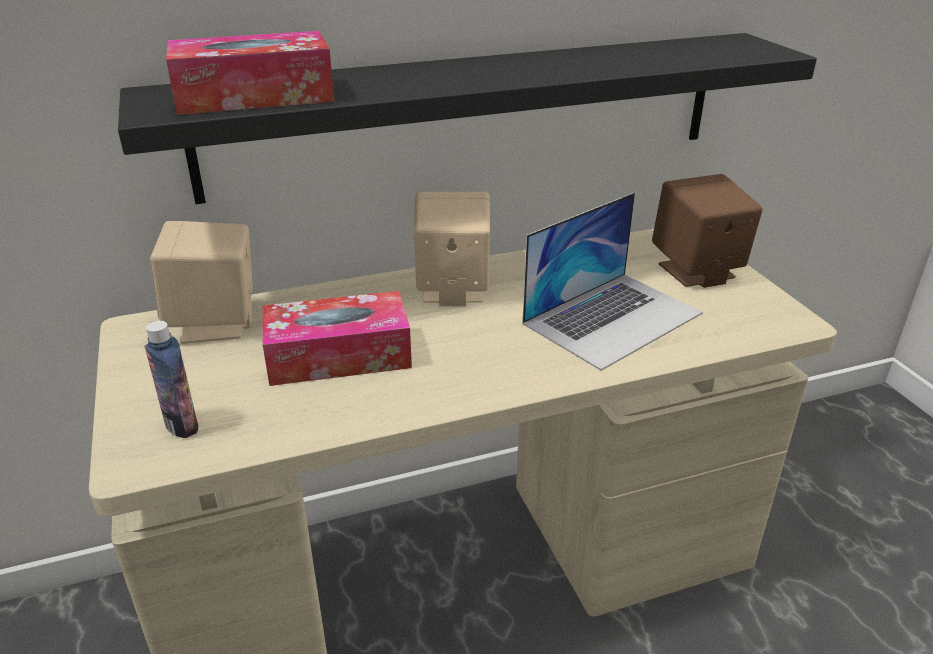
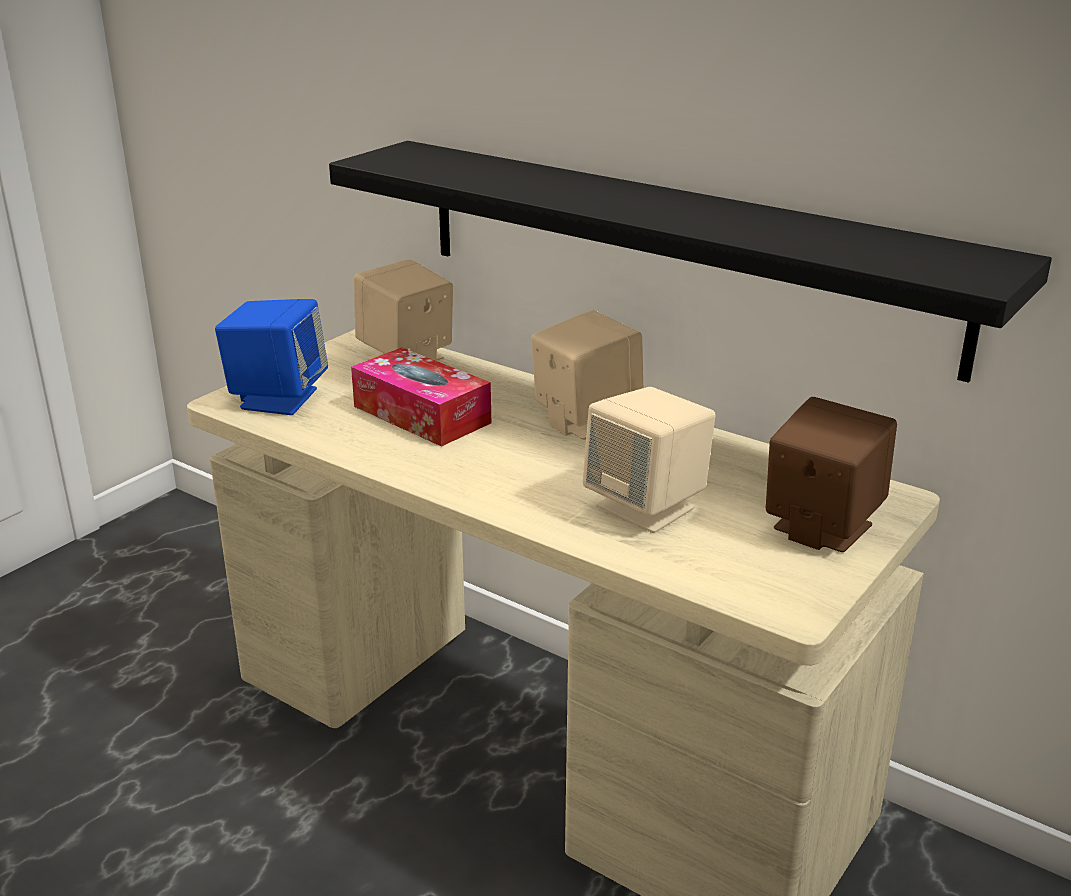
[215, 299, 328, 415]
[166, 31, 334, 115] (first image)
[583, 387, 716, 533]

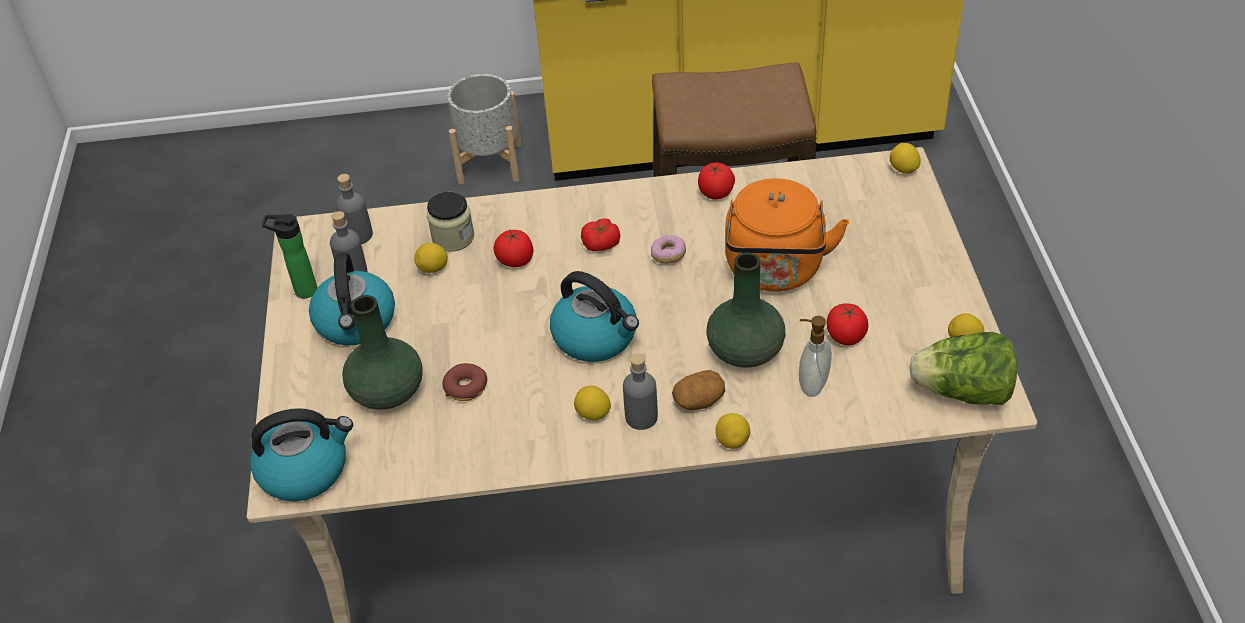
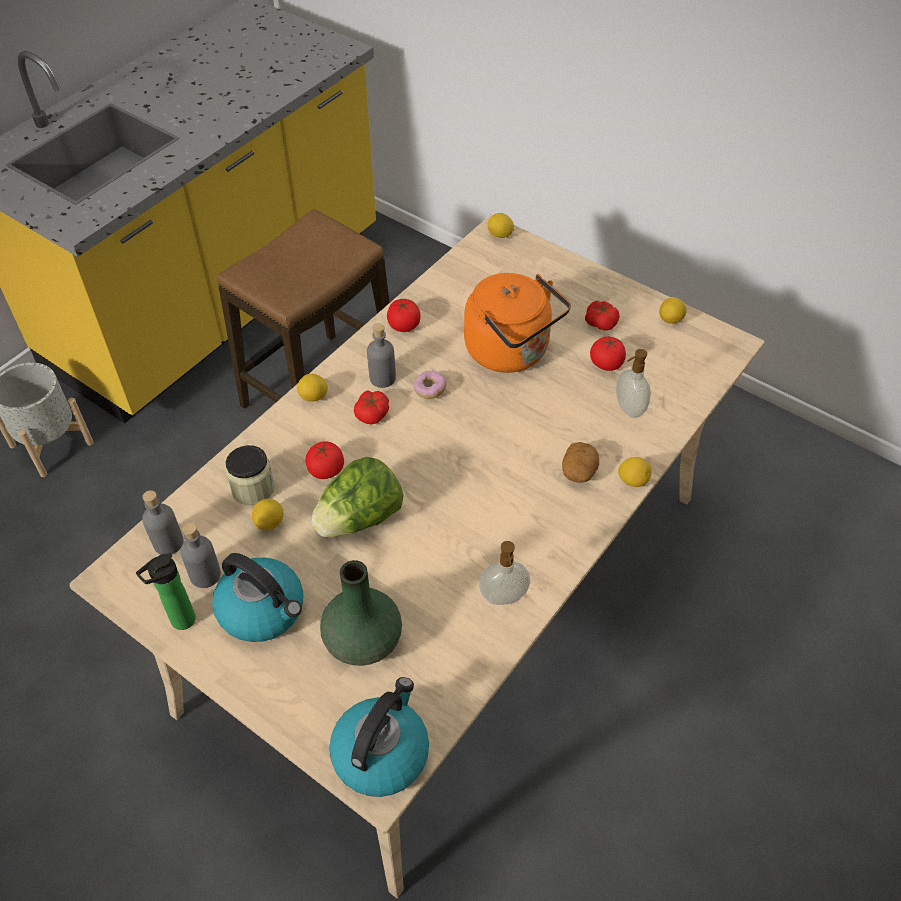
[442, 363, 487, 401] (first image)
[550, 271, 639, 362] (first image)
[297, 374, 328, 401]
[367, 323, 396, 388]
[706, 253, 785, 368] (first image)
[311, 457, 403, 537]
[479, 541, 530, 605]
[585, 300, 619, 331]

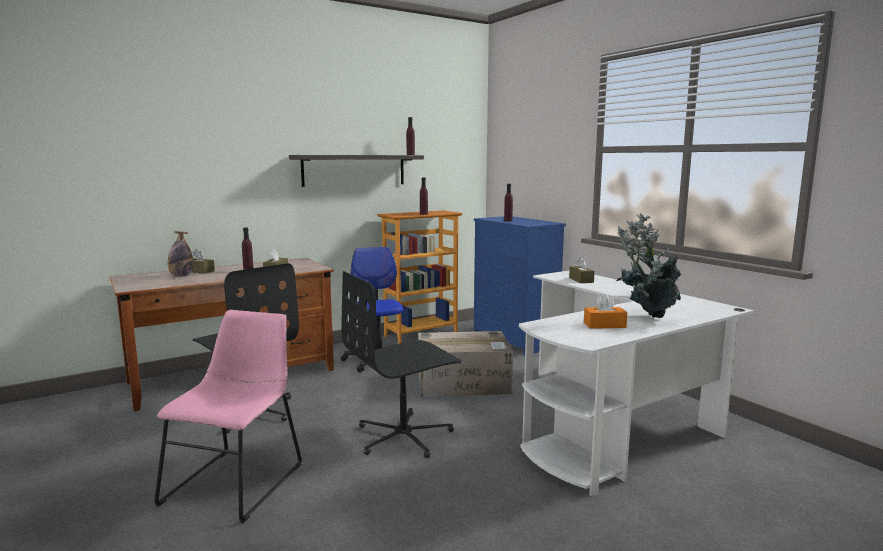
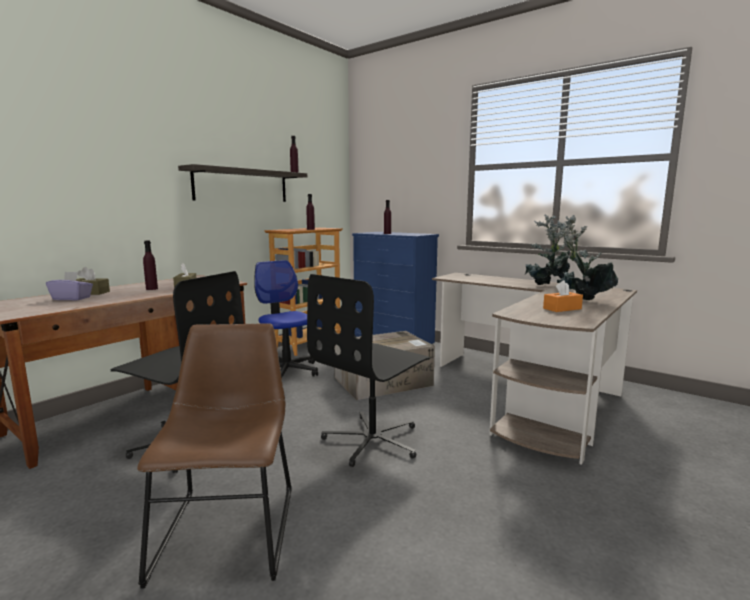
[137, 323, 291, 589]
[46, 272, 93, 301]
[432, 273, 637, 465]
[569, 257, 595, 283] (first image)

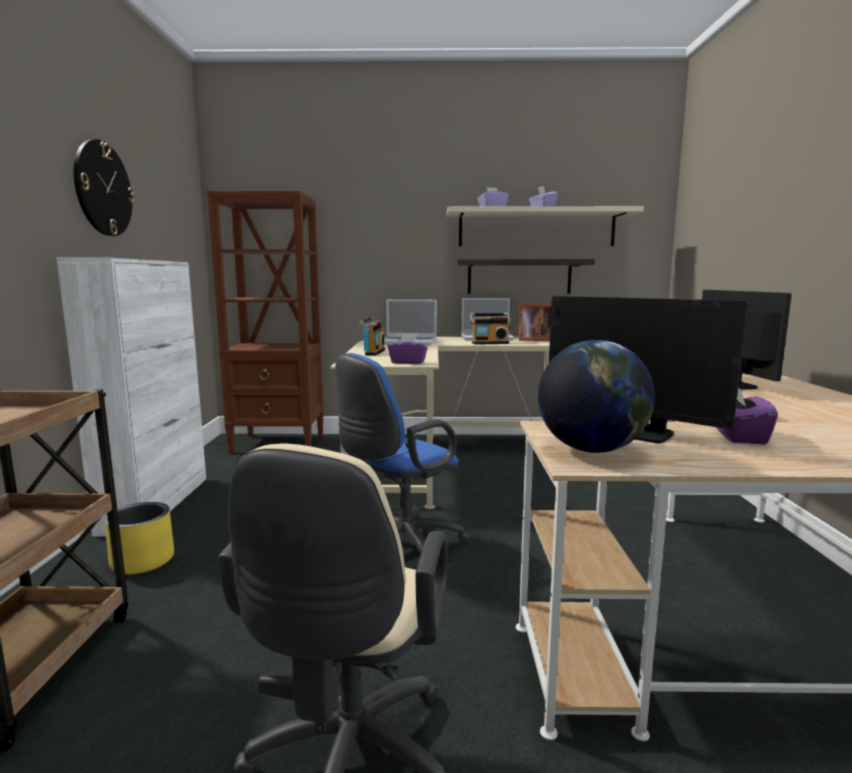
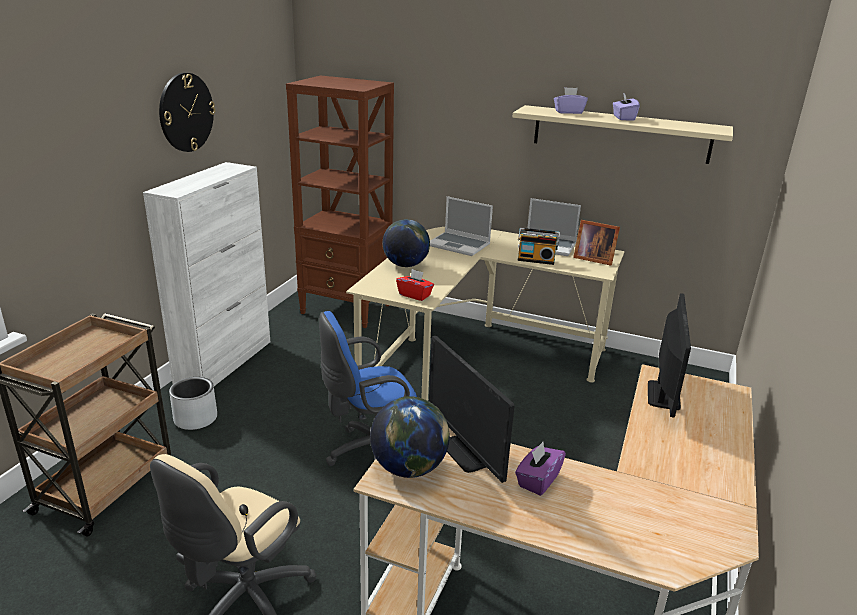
[169, 377, 217, 430]
[383, 219, 430, 267]
[396, 269, 434, 301]
[456, 259, 595, 294] (first image)

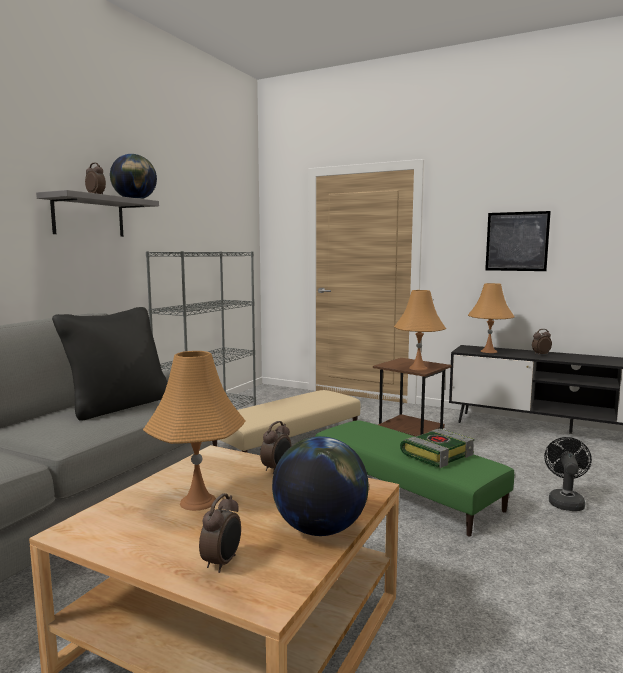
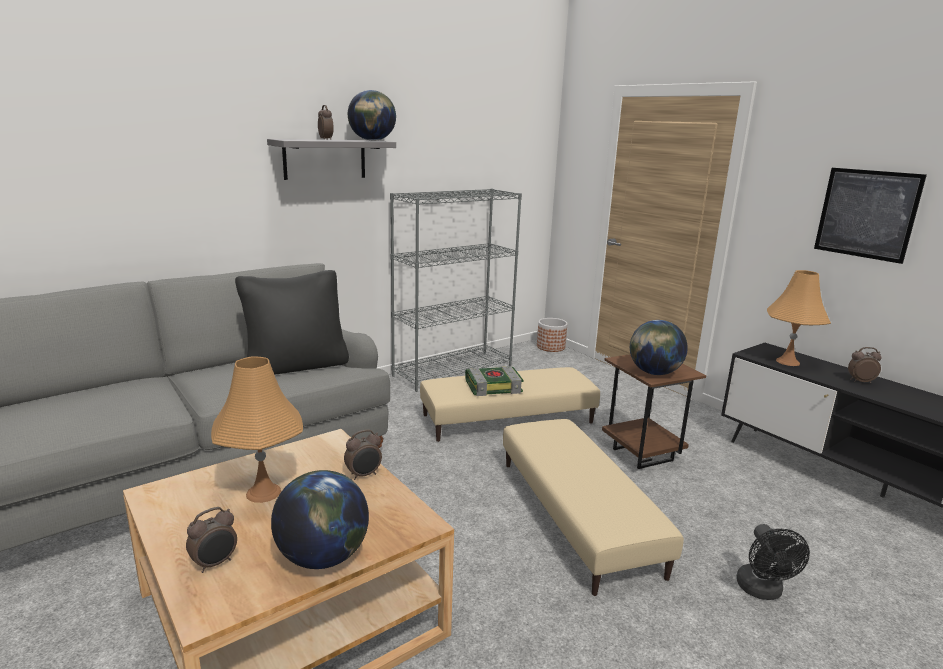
[503, 419, 684, 596]
[630, 320, 688, 375]
[465, 366, 524, 396]
[736, 524, 810, 600]
[537, 318, 568, 352]

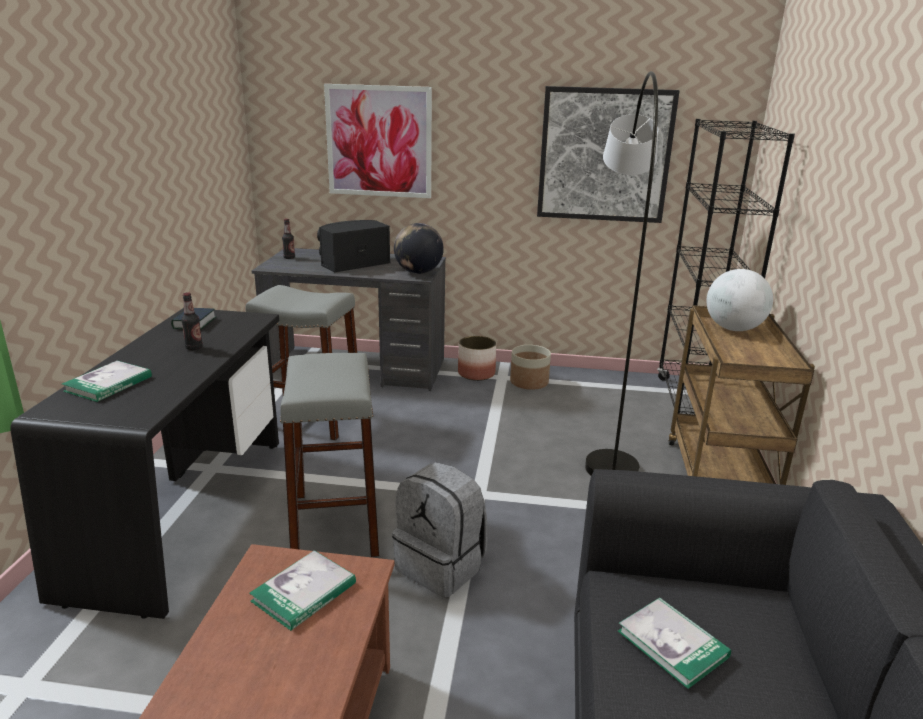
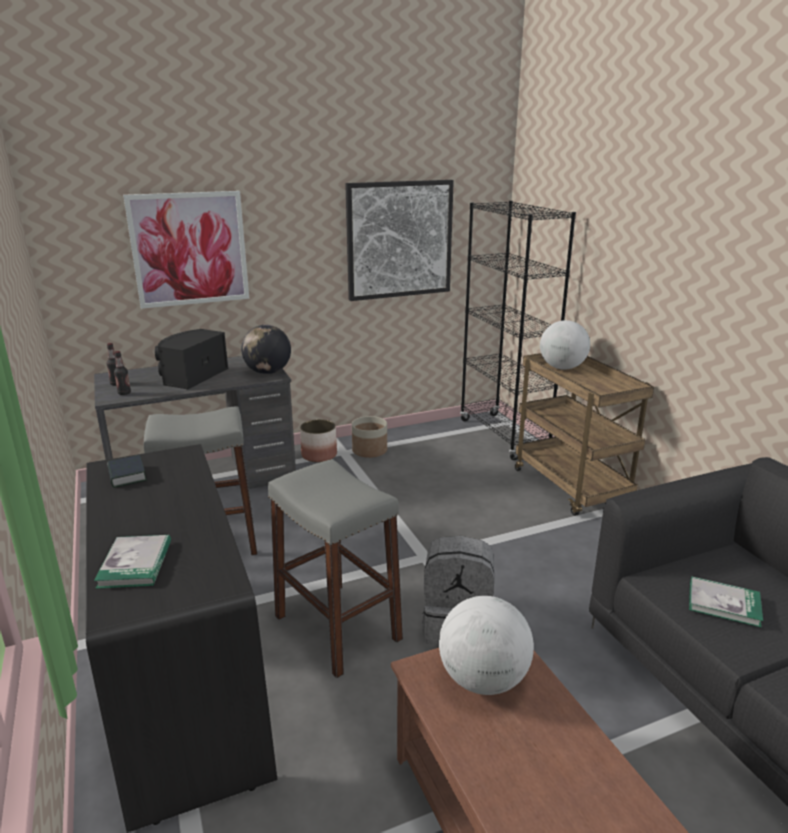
[114, 351, 131, 395]
[439, 596, 534, 695]
[585, 71, 658, 475] (first image)

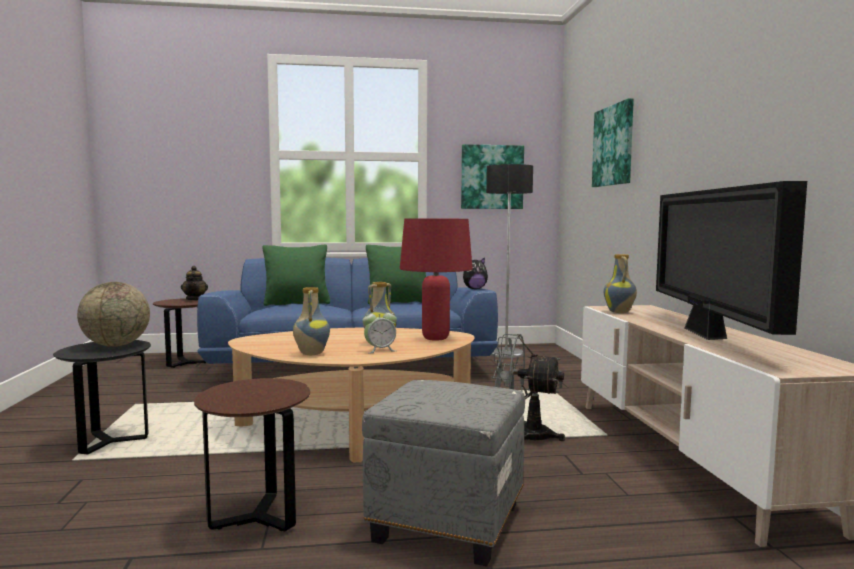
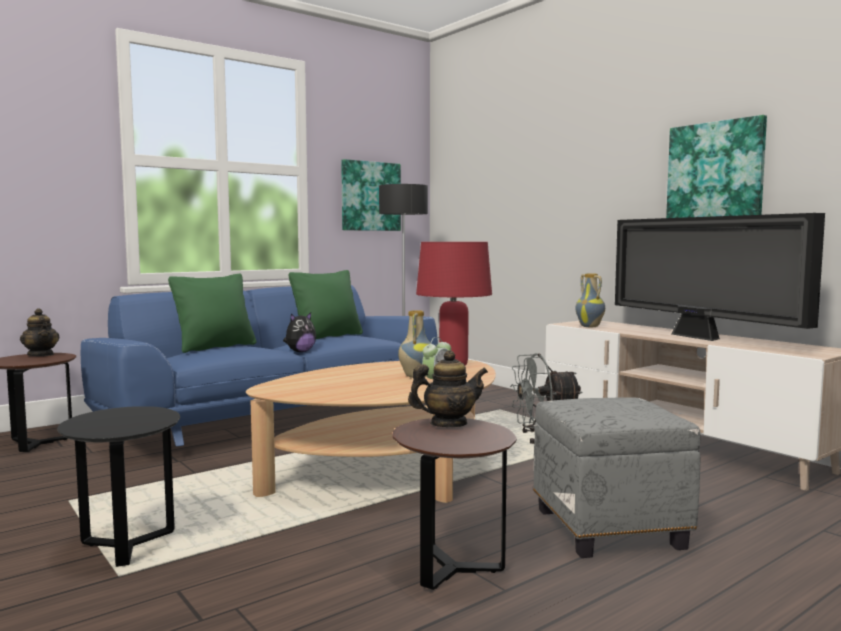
[77, 282, 150, 347] (first image)
[293, 287, 330, 355] (first image)
[283, 312, 316, 352]
[666, 115, 767, 218]
[408, 350, 488, 427]

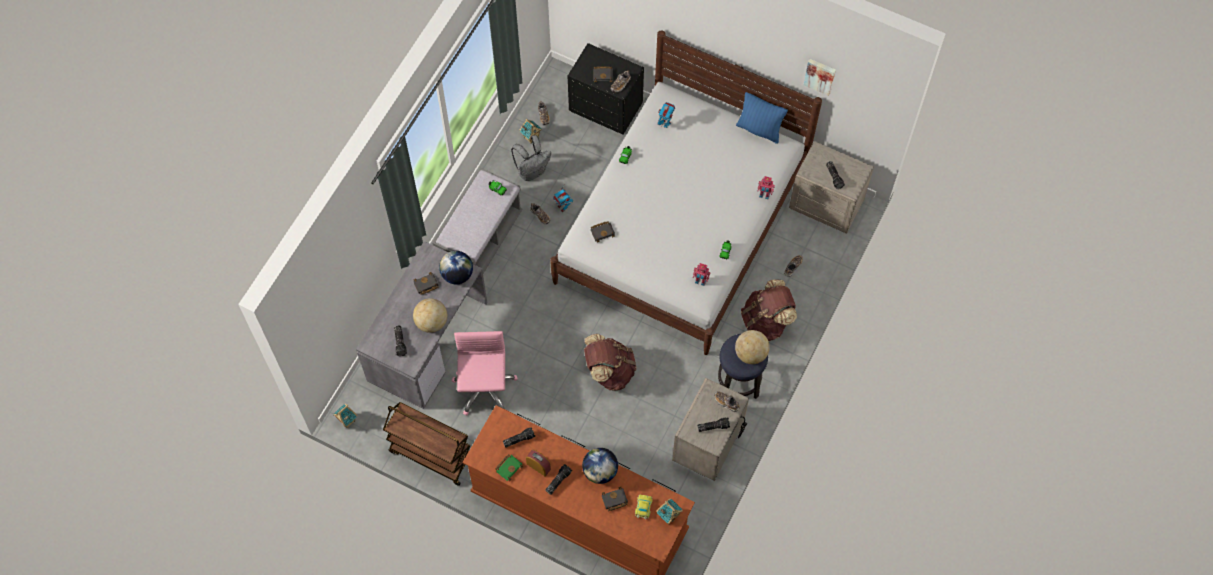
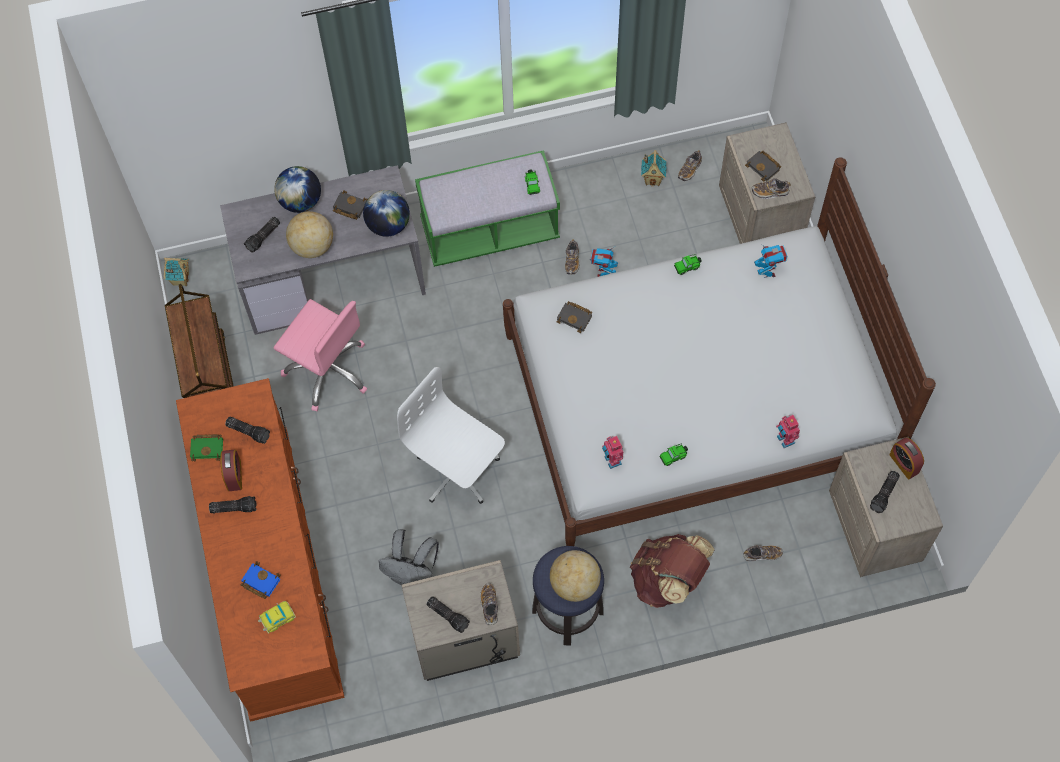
[415, 150, 560, 267]
[273, 299, 367, 411]
[379, 529, 439, 585]
[719, 122, 815, 244]
[274, 166, 321, 213]
[397, 367, 505, 504]
[241, 561, 281, 599]
[656, 499, 683, 524] (first image)
[736, 92, 788, 144] (first image)
[803, 59, 836, 96] (first image)
[889, 437, 924, 479]

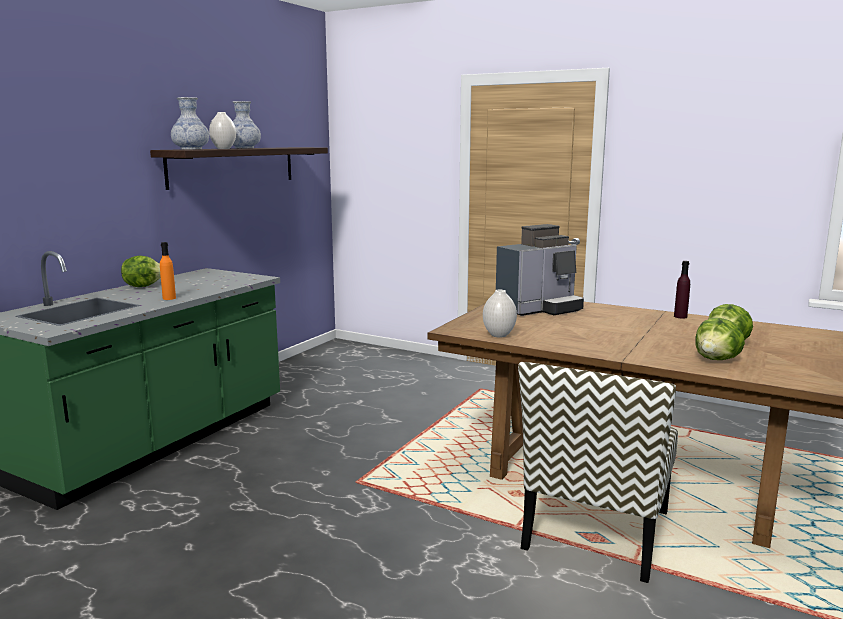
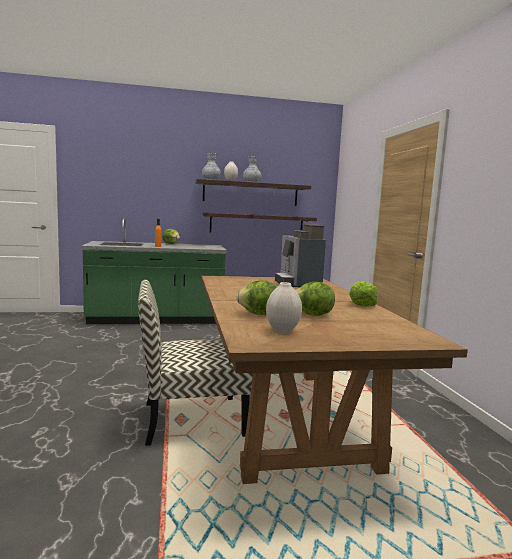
[266, 282, 302, 333]
[275, 224, 326, 287]
[349, 282, 378, 306]
[203, 212, 317, 233]

